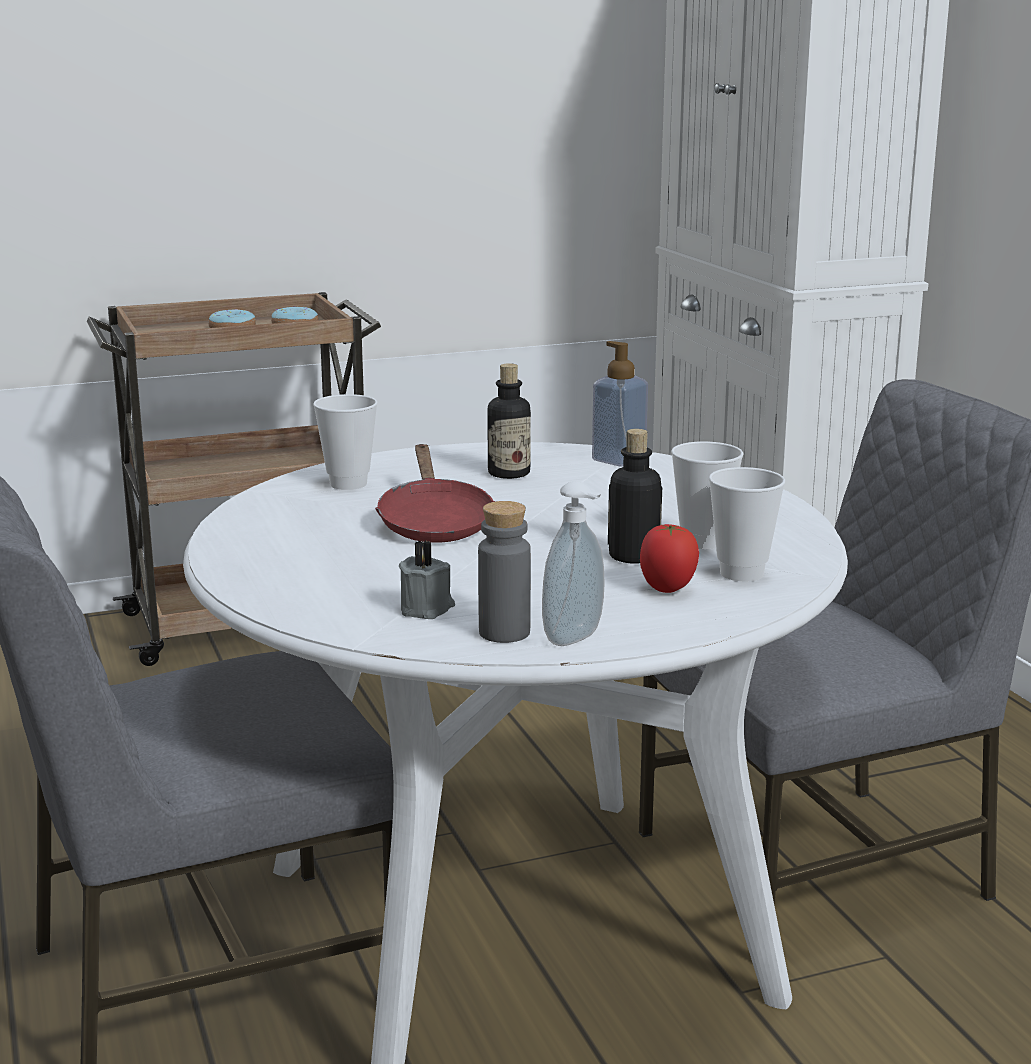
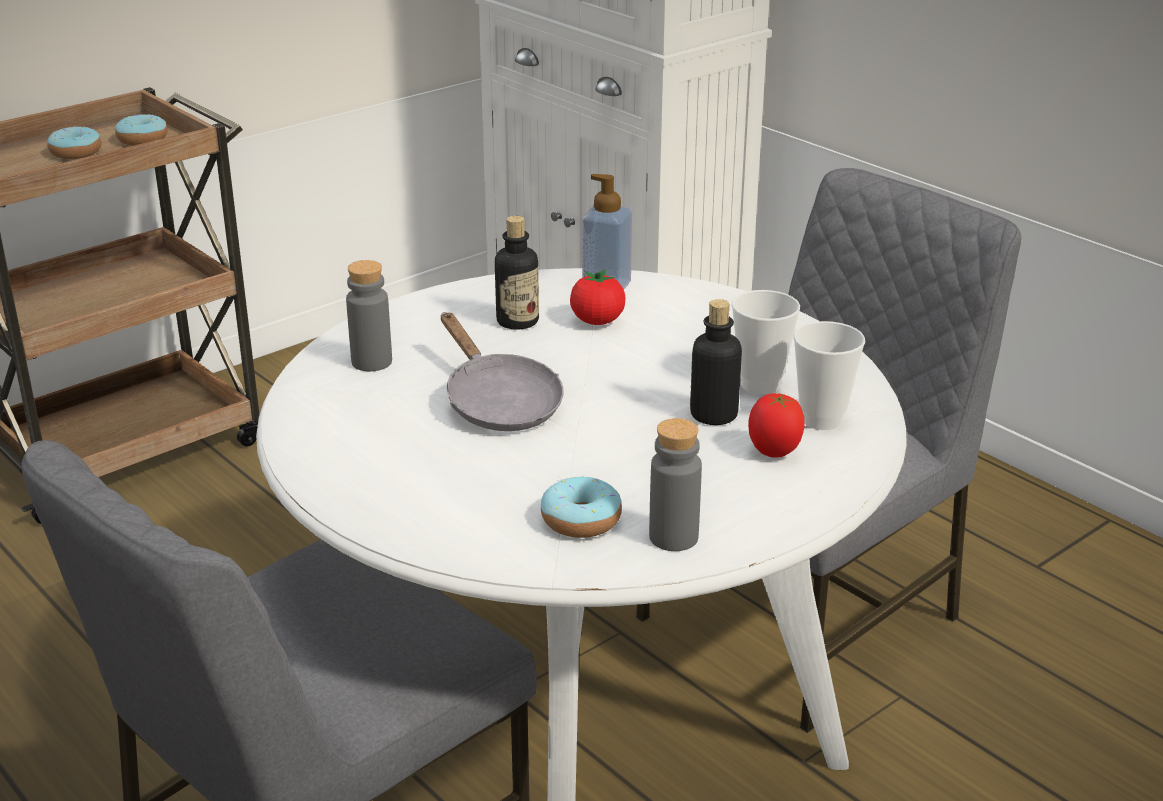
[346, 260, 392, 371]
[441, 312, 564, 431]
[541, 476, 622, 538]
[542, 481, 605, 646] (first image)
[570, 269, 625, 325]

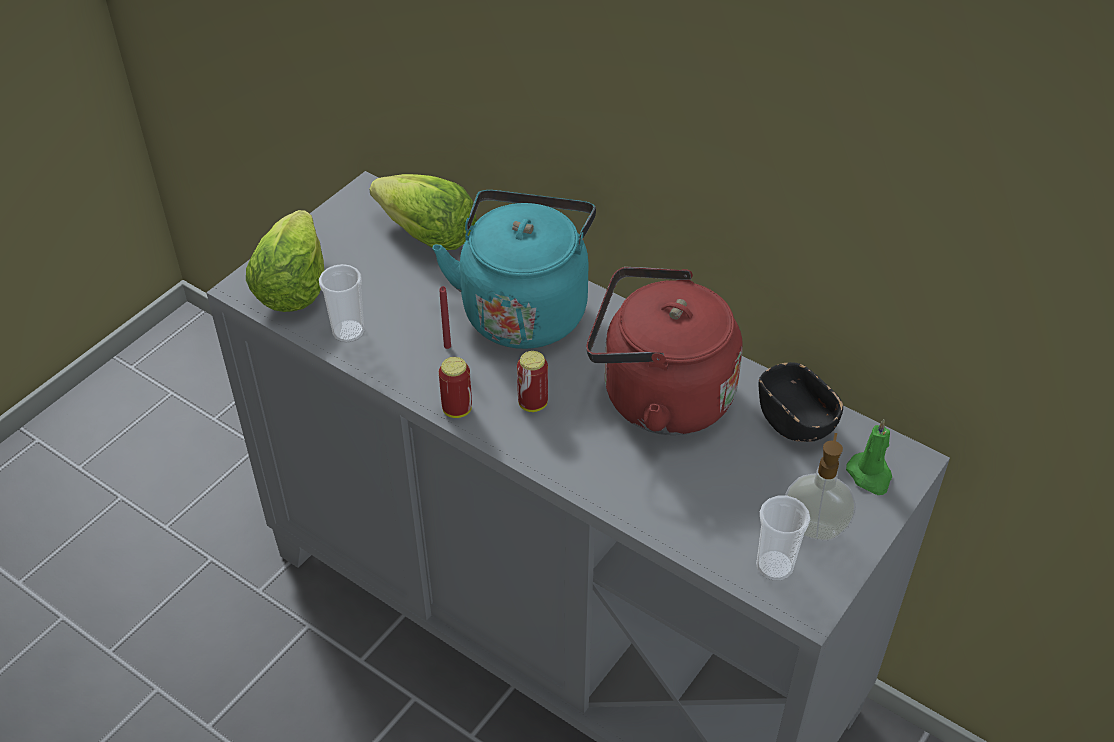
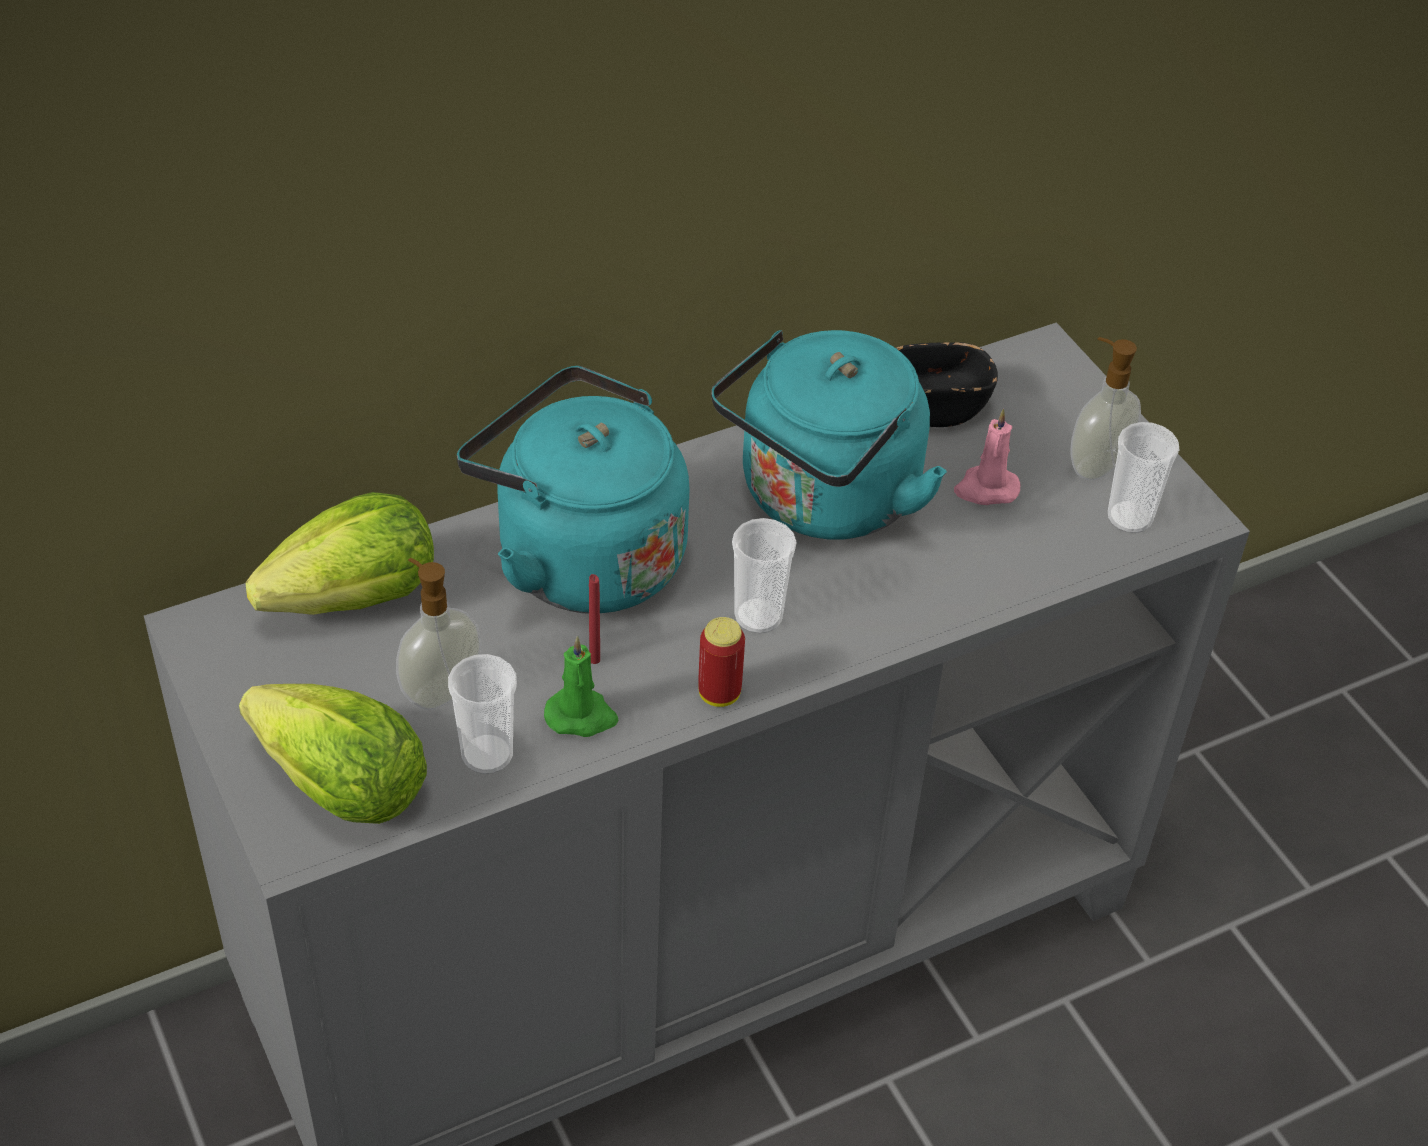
[732, 518, 797, 634]
[711, 330, 947, 540]
[544, 636, 619, 737]
[396, 558, 481, 710]
[954, 409, 1020, 505]

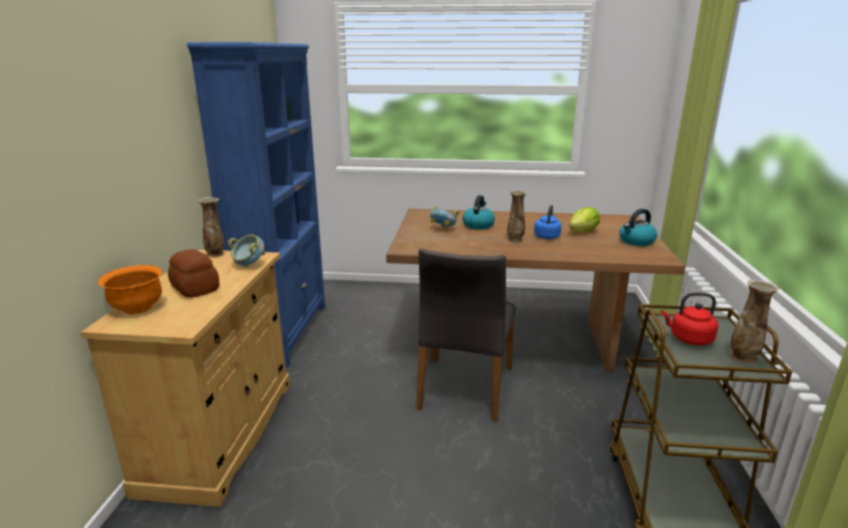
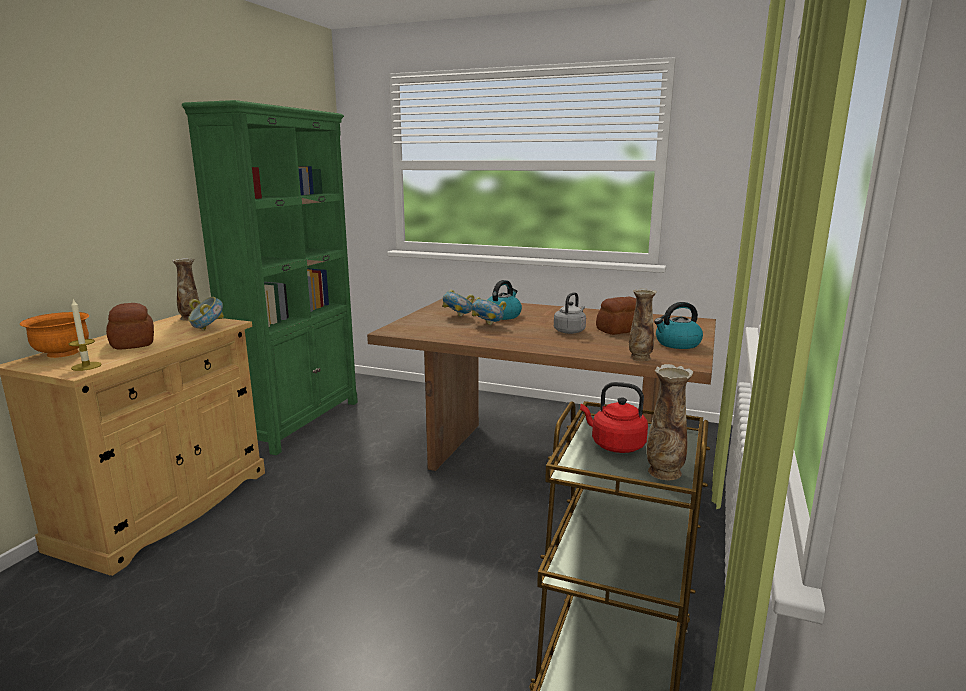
[182, 100, 358, 455]
[416, 248, 515, 422] (first image)
[629, 288, 657, 361]
[554, 292, 586, 334]
[596, 297, 636, 335]
[69, 299, 102, 371]
[472, 297, 506, 325]

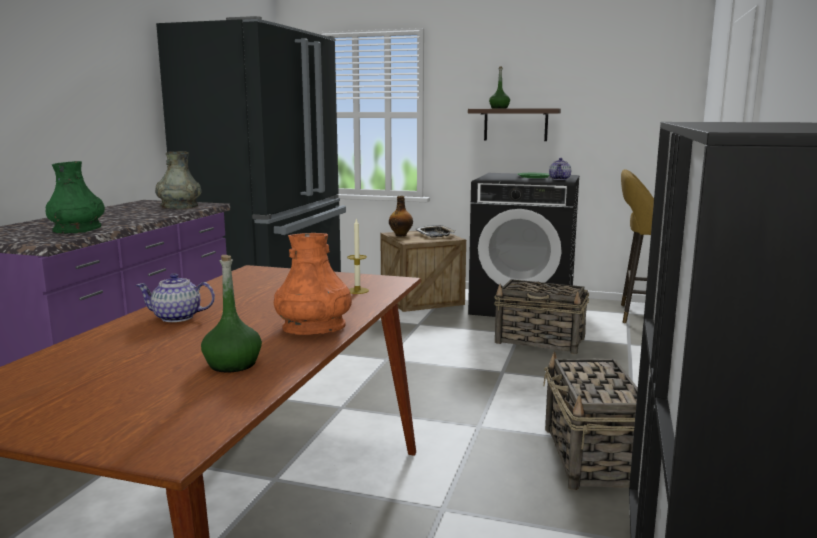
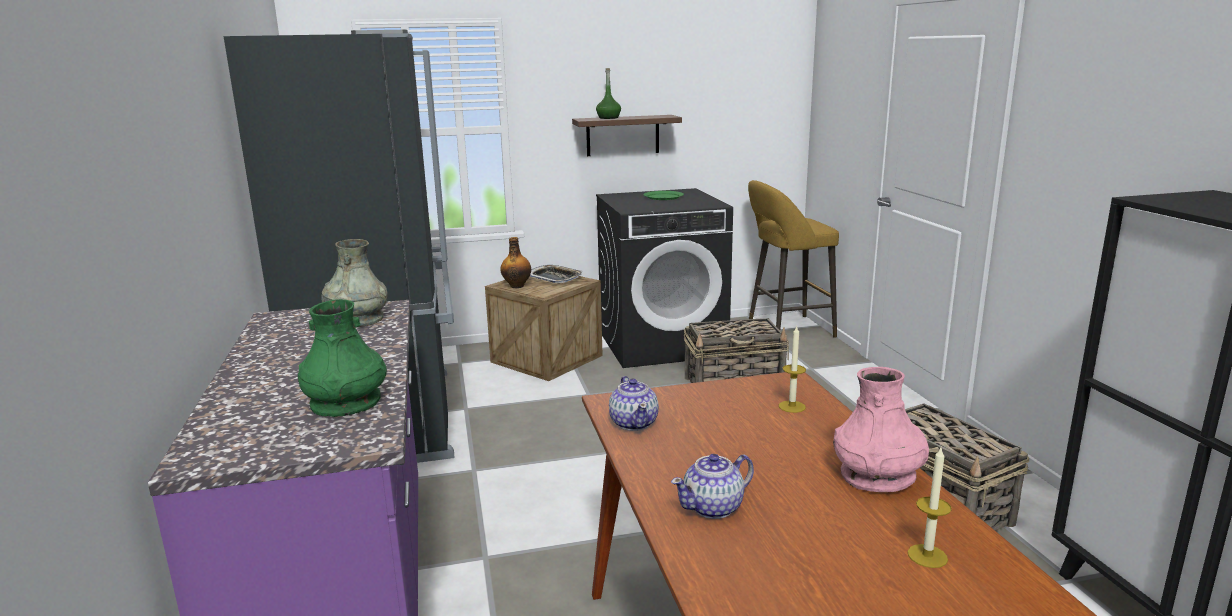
[908, 448, 952, 568]
[833, 367, 929, 492]
[609, 376, 659, 431]

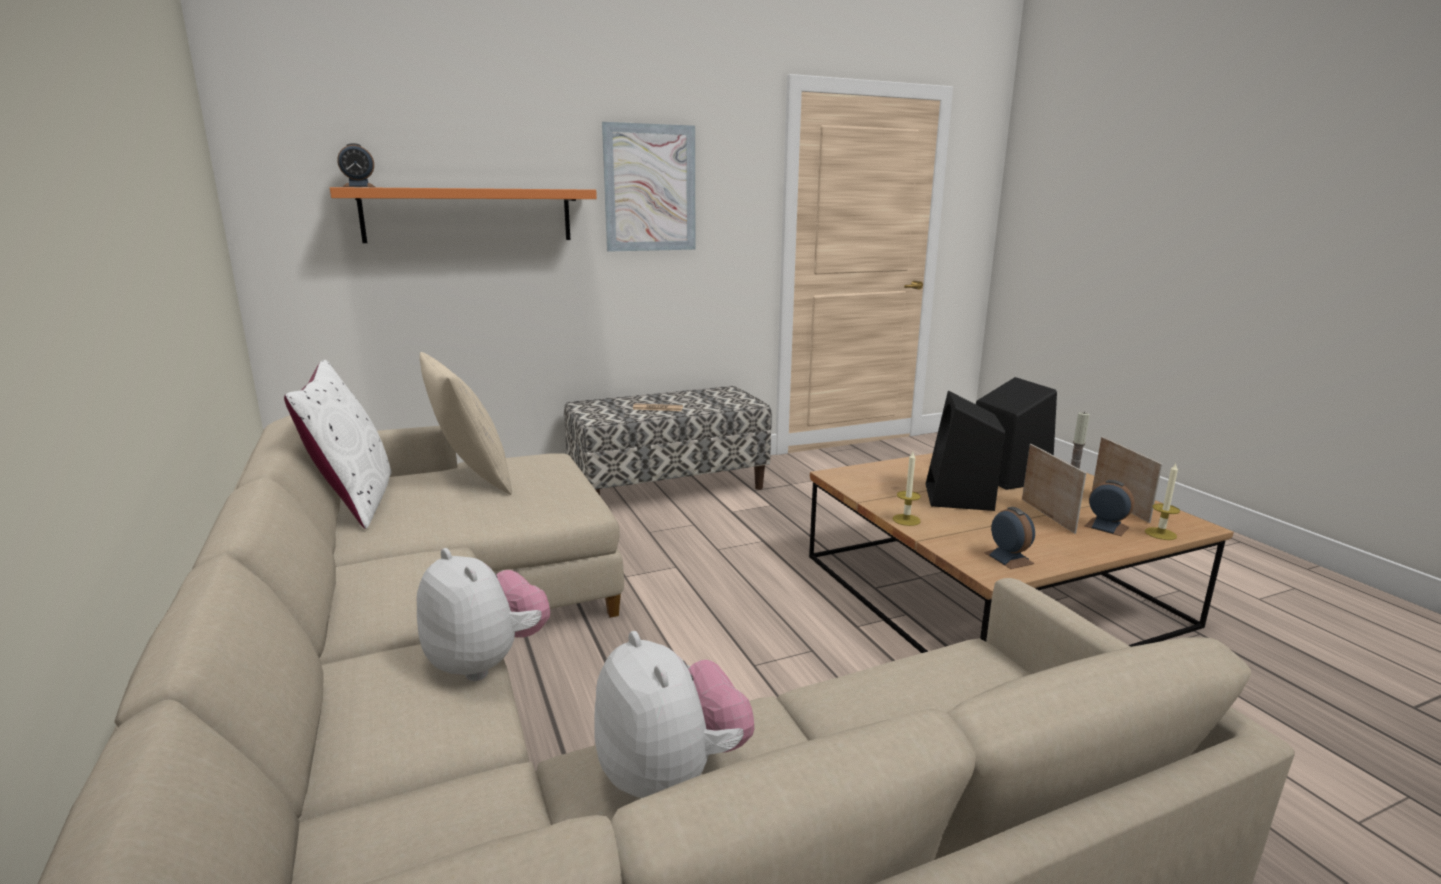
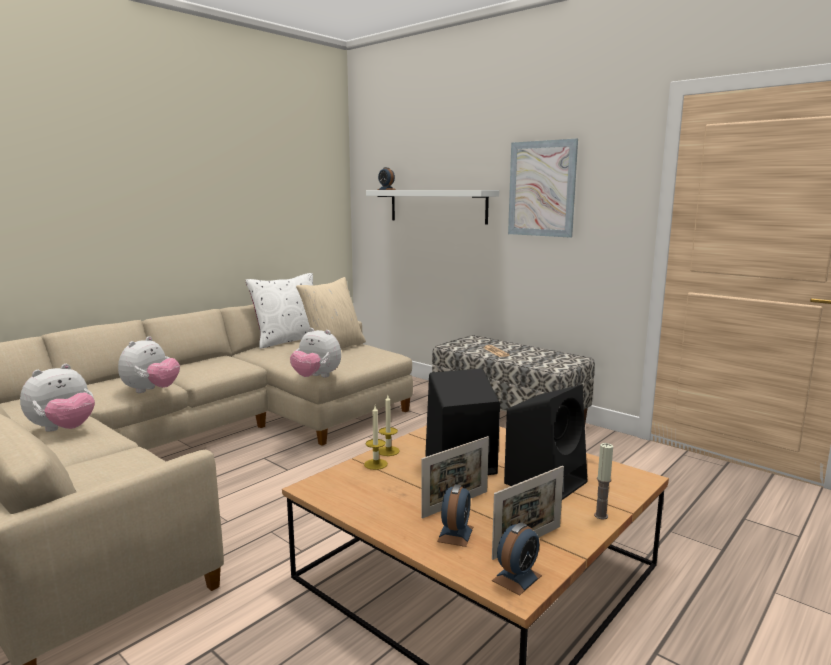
[366, 190, 499, 224]
[492, 523, 542, 596]
[364, 406, 388, 470]
[290, 328, 341, 378]

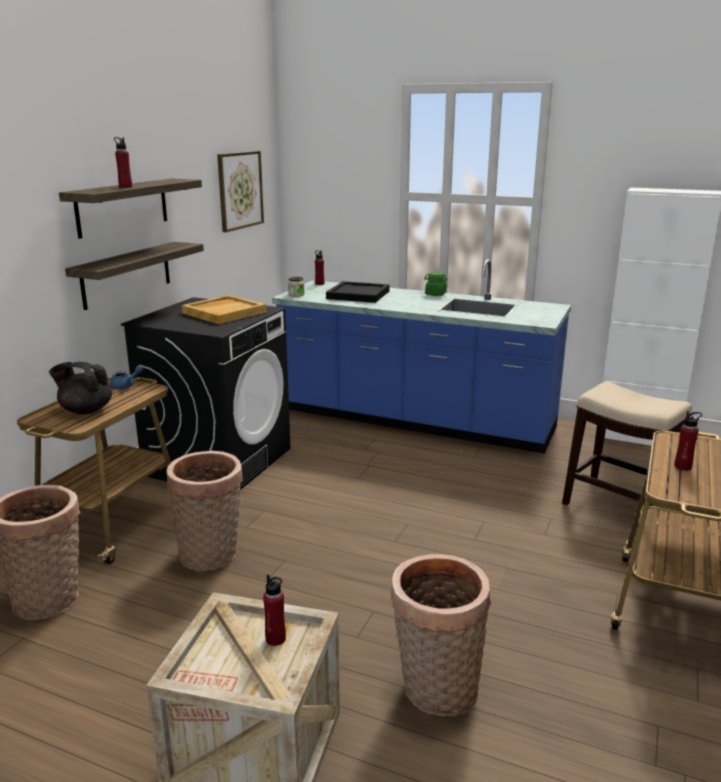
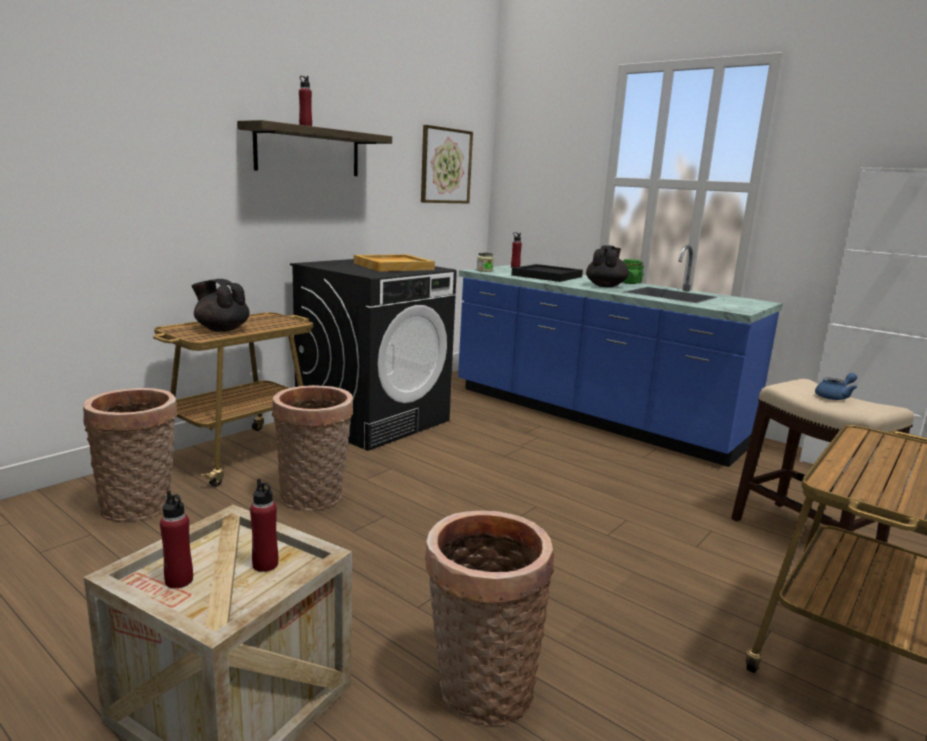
[65, 242, 204, 310] (first image)
[815, 373, 857, 400]
[160, 490, 193, 588]
[586, 245, 629, 287]

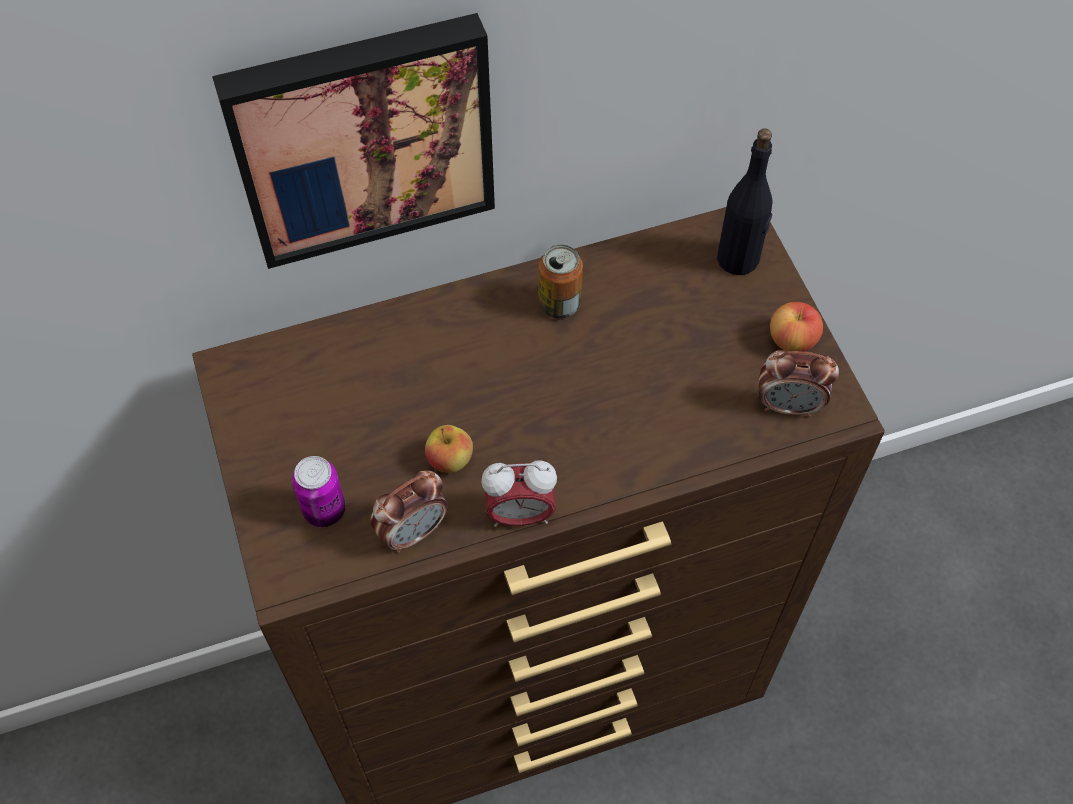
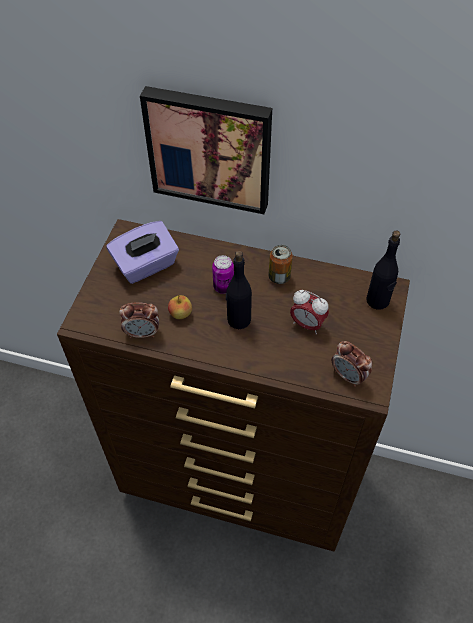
[212, 255, 234, 294]
[290, 290, 329, 335]
[770, 302, 823, 352] (first image)
[106, 221, 179, 284]
[226, 251, 252, 329]

